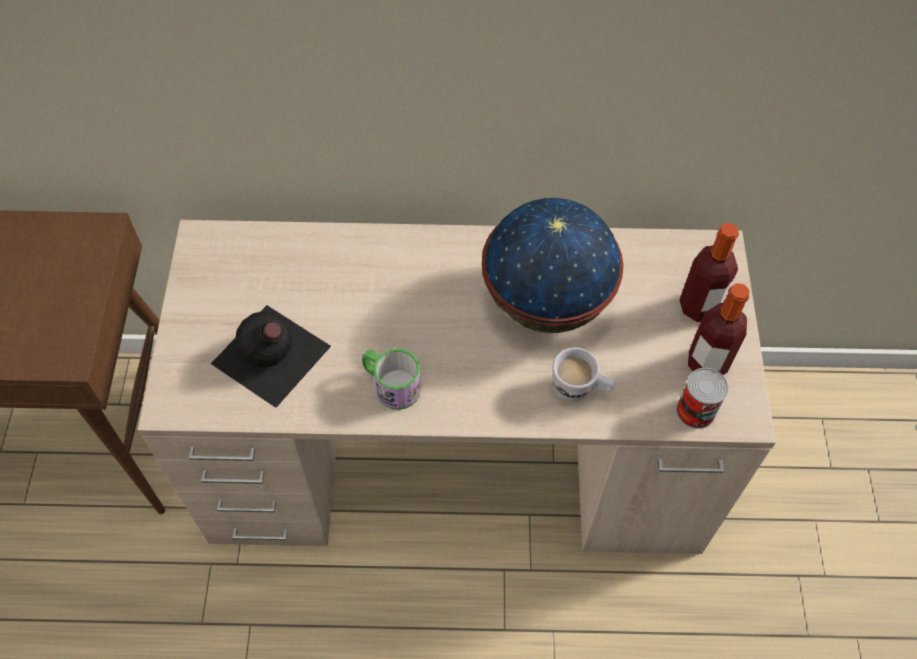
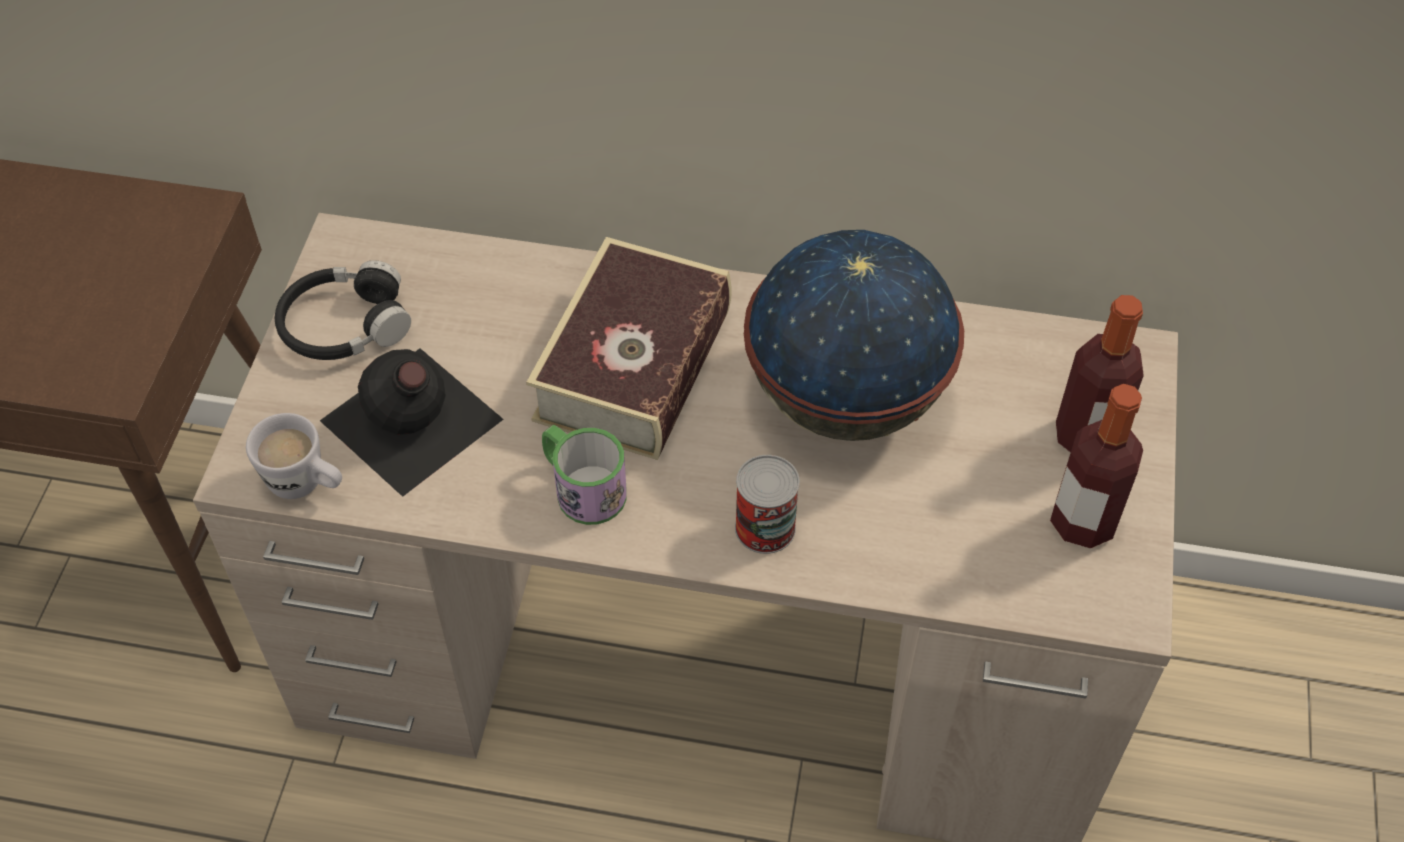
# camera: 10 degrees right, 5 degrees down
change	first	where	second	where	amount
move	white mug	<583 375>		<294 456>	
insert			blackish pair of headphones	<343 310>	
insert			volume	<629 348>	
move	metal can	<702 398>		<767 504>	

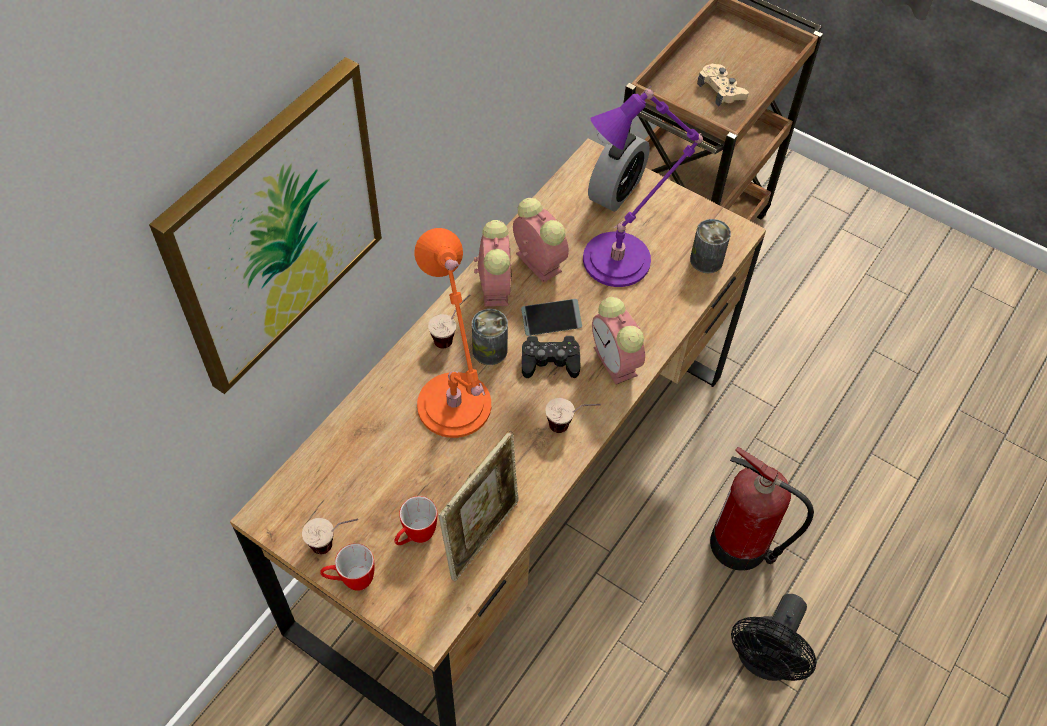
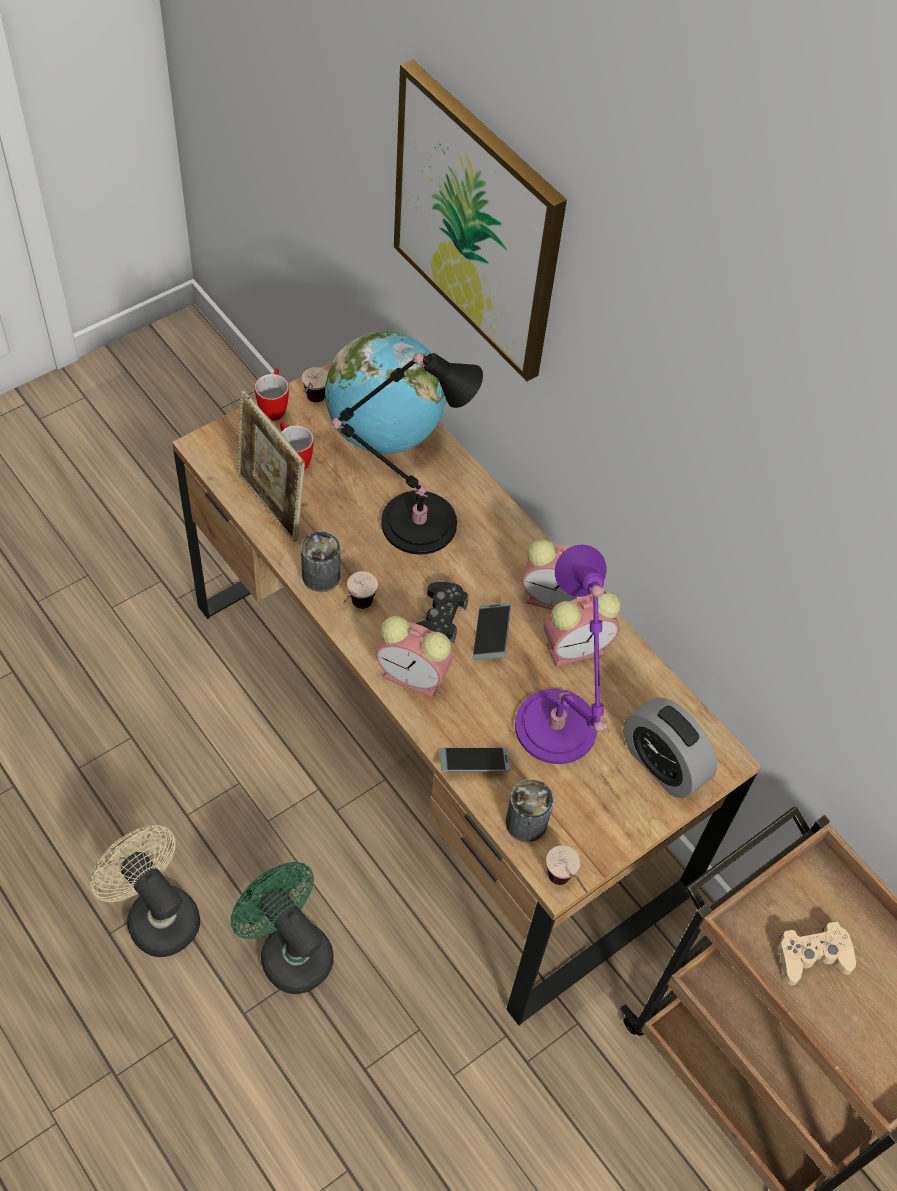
# camera: 105 degrees right, 0 degrees up
change	first	where	second	where	amount
recolor	blackish electric fan	<773 637>	beige electric fan	<145 891>	
replace	fire-fighting cylinder	<762 509>	greenish electric fan	<282 928>	
move	metal can	<490 337>		<320 561>	
insert			world globe	<385 392>	
recolor	orangey lamp for a table	<452 333>	blackish lamp for a table	<406 454>	
rotate	table clock	<618 341>		<414 657>	150 degrees counterclockwise
insert			phone	<475 760>	
move	small cup	<449 321>		<567 869>	

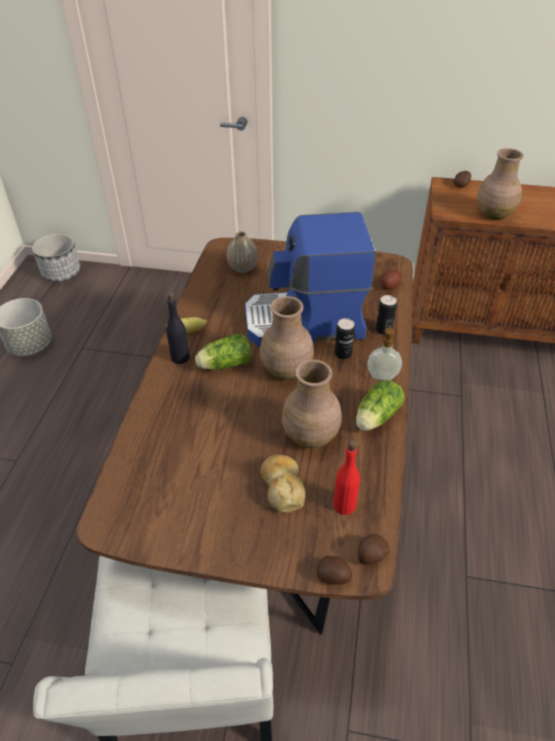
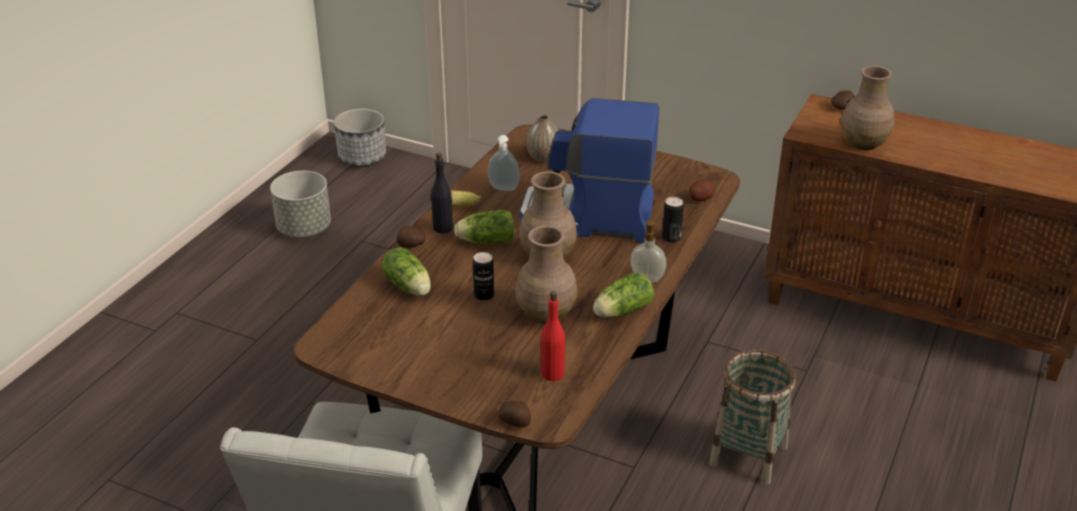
# camera: 15 degrees right, 10 degrees down
change	first	where	second	where	amount
insert			head of lettuce	<406 272>	
move	potato	<374 549>		<411 237>	
move	metal can	<345 338>		<483 276>	
insert			soap bottle	<504 163>	
insert			household basket	<752 417>	
delete	bakery bread	<283 484>			

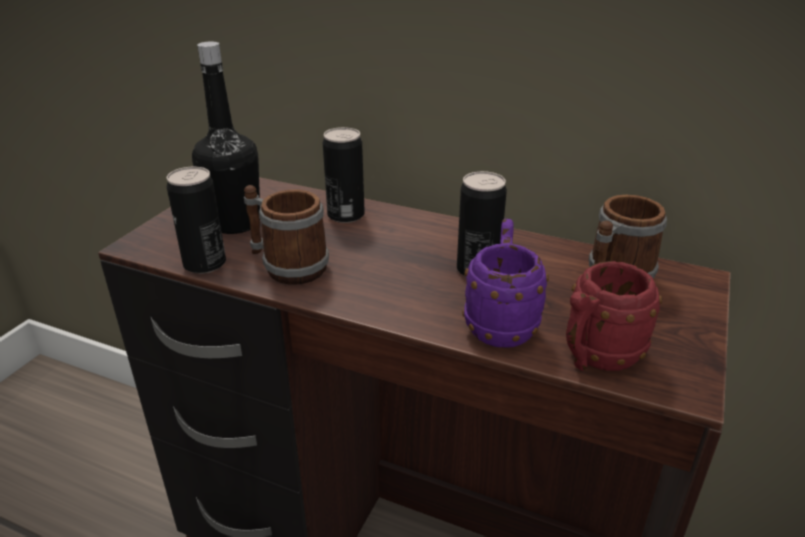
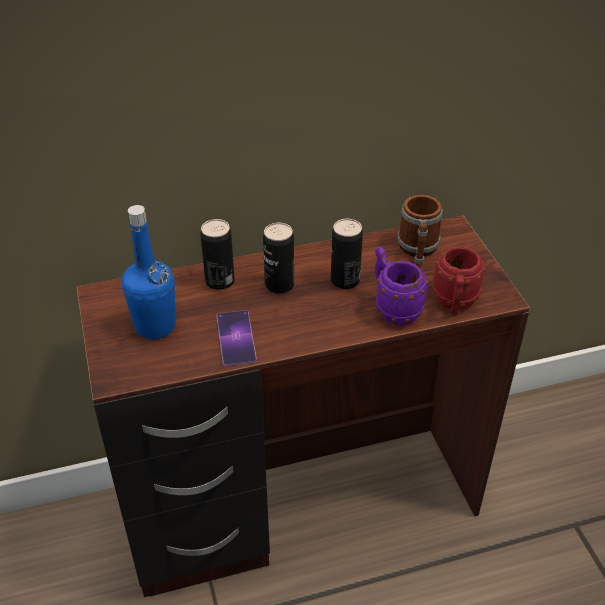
# camera: 40 degrees left, 10 degrees up
change	first	where	second	where	amount
recolor	blackish drink bottle	<226 137>	blue-coloured drink bottle	<149 272>	
replace	mug	<286 235>	phone	<236 338>	
move	metal can	<196 220>		<278 258>	

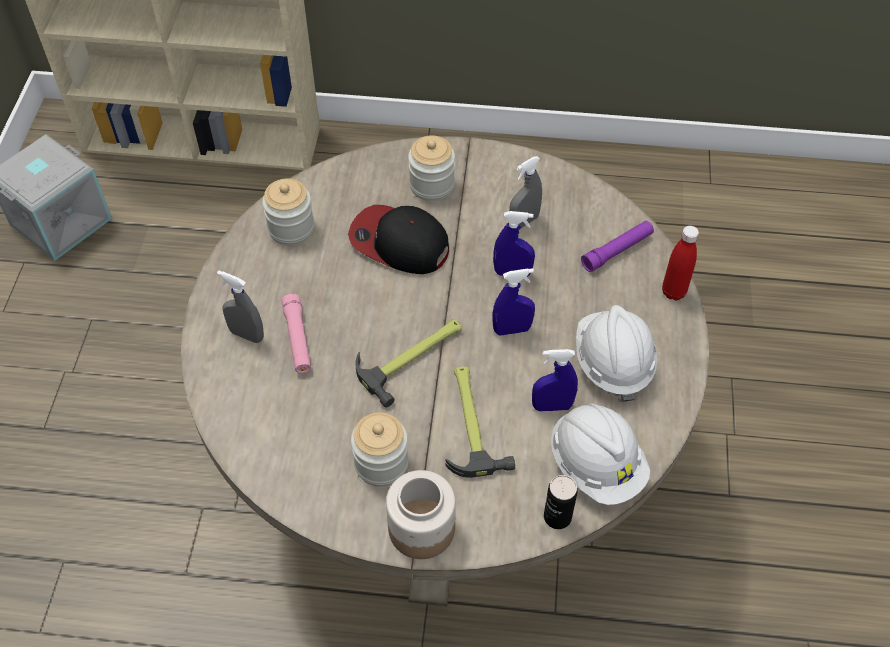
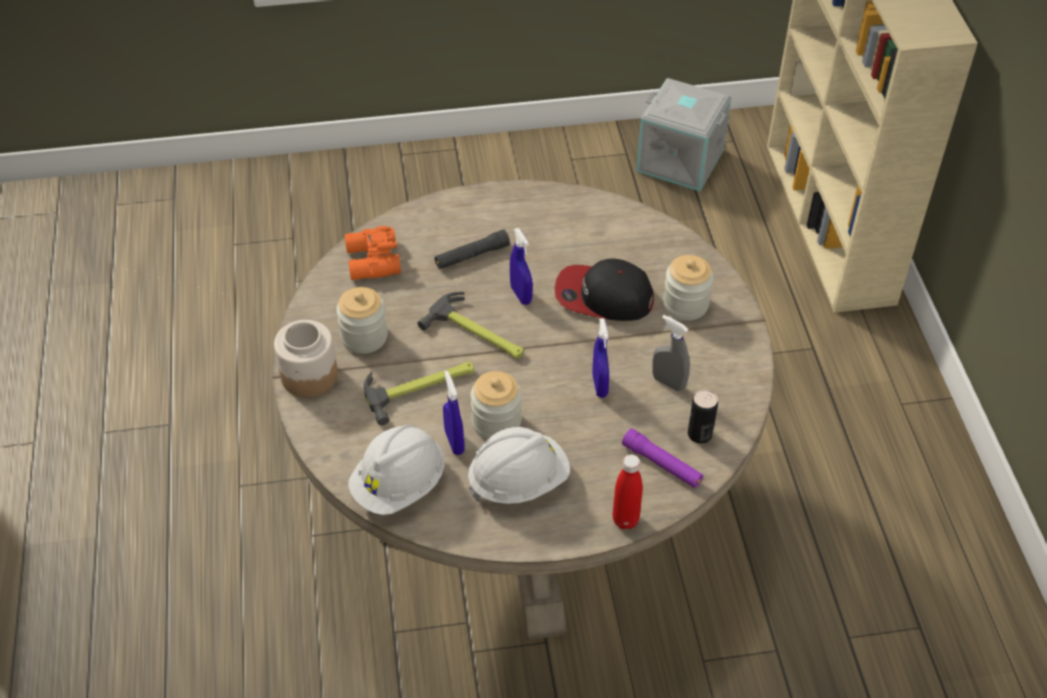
# camera: 75 degrees right, 5 degrees down
change	first	where	second	where	amount
insert			orangey pair of binoculars	<372 253>	
recolor	pinkish torch	<296 333>	blackish torch	<472 249>	
move	jar	<288 211>		<496 405>	
move	blue-coloured sprayer	<513 302>		<521 266>	
rotate	cap	<398 239>		<604 289>	90 degrees counterclockwise
move	metal can	<561 502>		<703 416>	
delete	greyish sprayer	<240 306>			

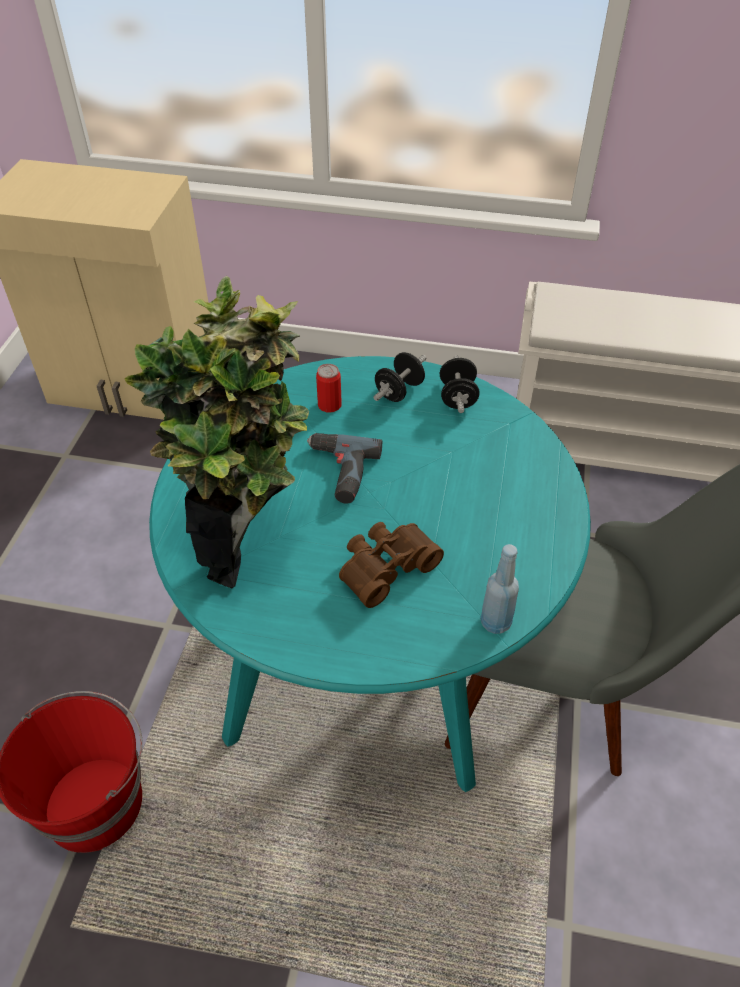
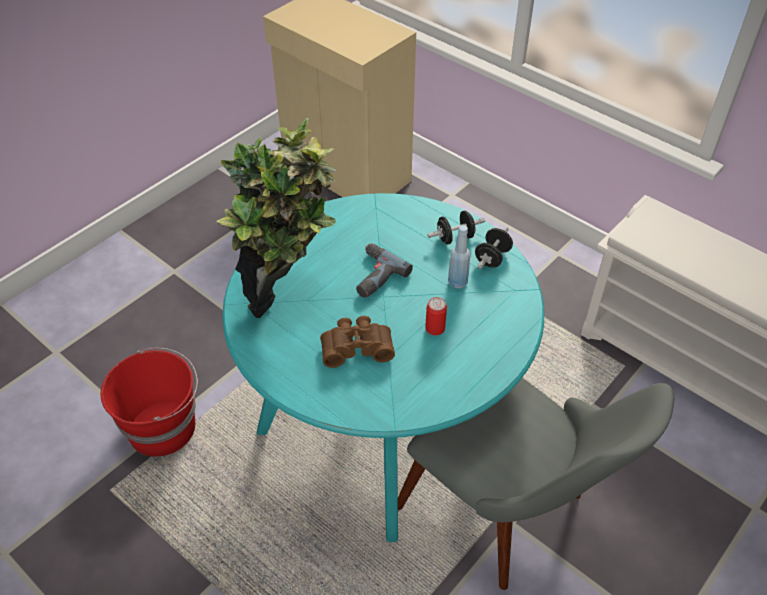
# camera: 30 degrees right, 0 degrees up
change	first	where	second	where	amount
move	metal can	<329 388>		<436 316>	
move	blue-coloured drink bottle	<499 589>		<459 257>	

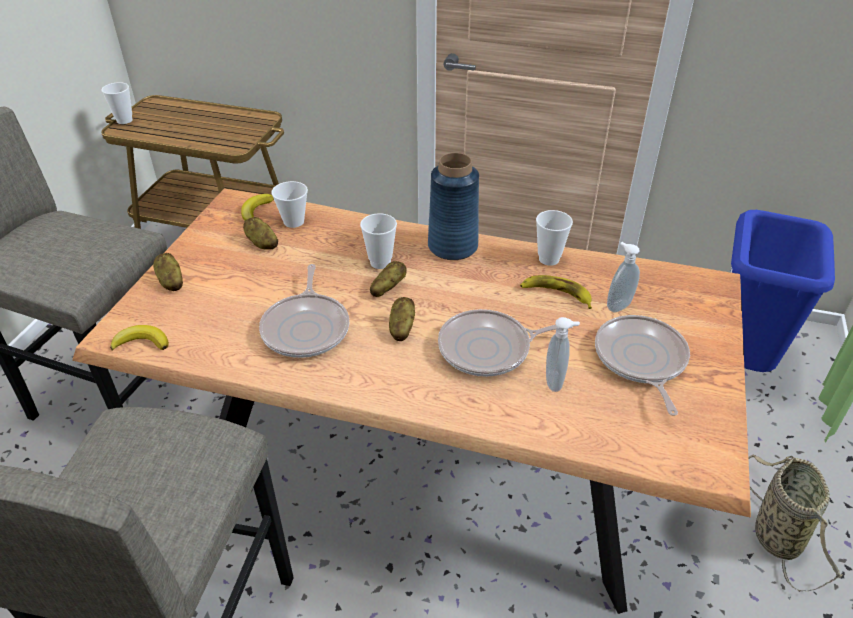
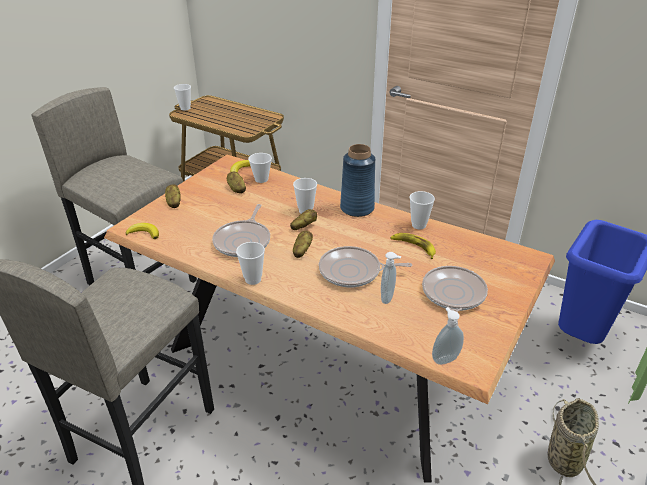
# camera: 15 degrees right, 5 degrees down
change	first	where	second	where	amount
insert			small cup	<250 263>	
move	soap bottle	<623 277>		<448 336>	

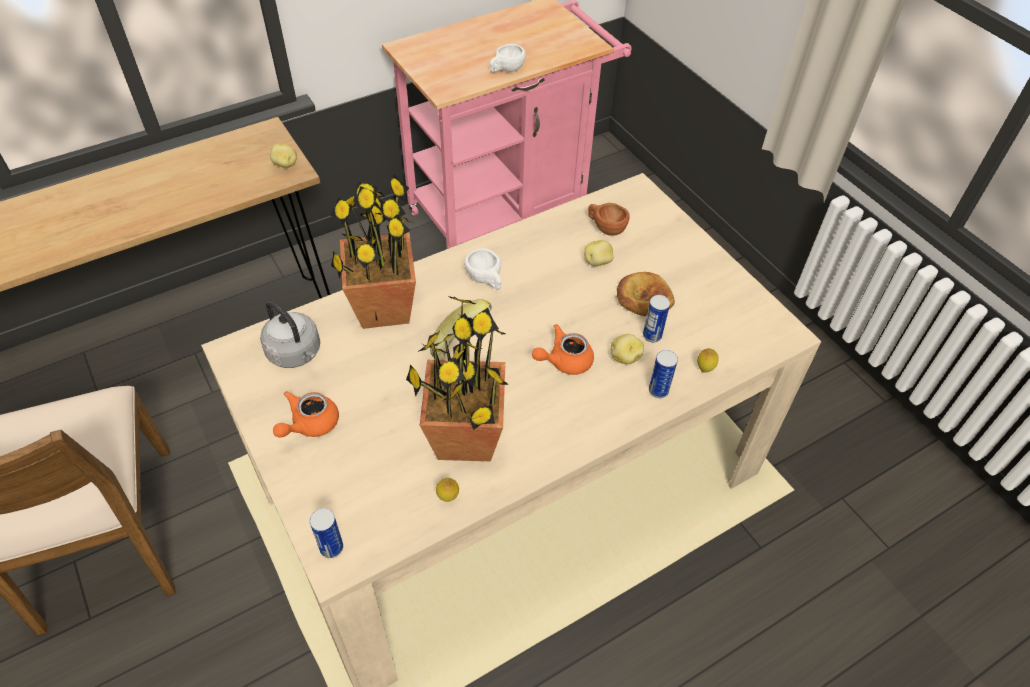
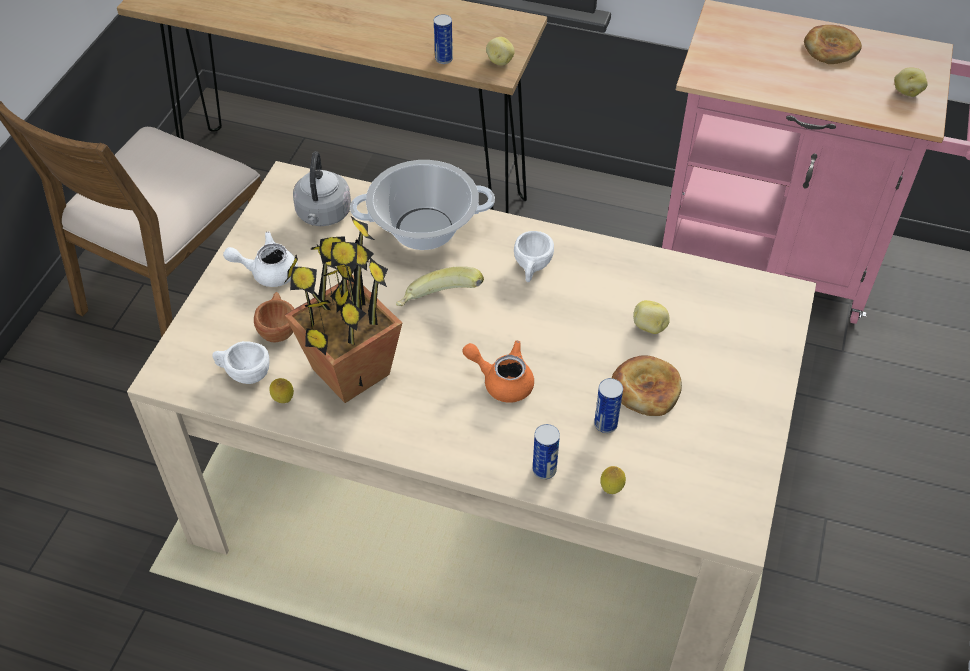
# camera: 50 degrees right, 0 degrees up
change	first	where	second	where	amount
move	white small cup	<508 58>		<240 362>	
recolor	orangey tea pot	<306 414>	white tea pot	<260 259>	
move	brown-coloured small cup	<609 219>		<274 317>	
replace	plant in a pot	<373 251>	cooking pot	<422 205>	
move	metal can	<326 533>		<443 39>	
insert			bakery bread	<833 44>	
move	potato	<627 349>		<911 82>	

